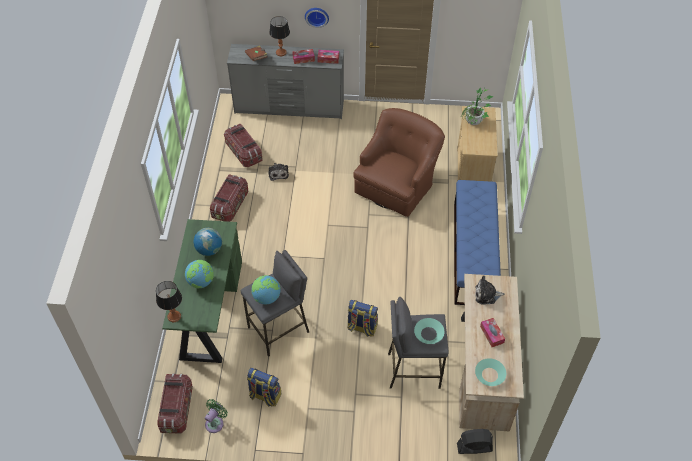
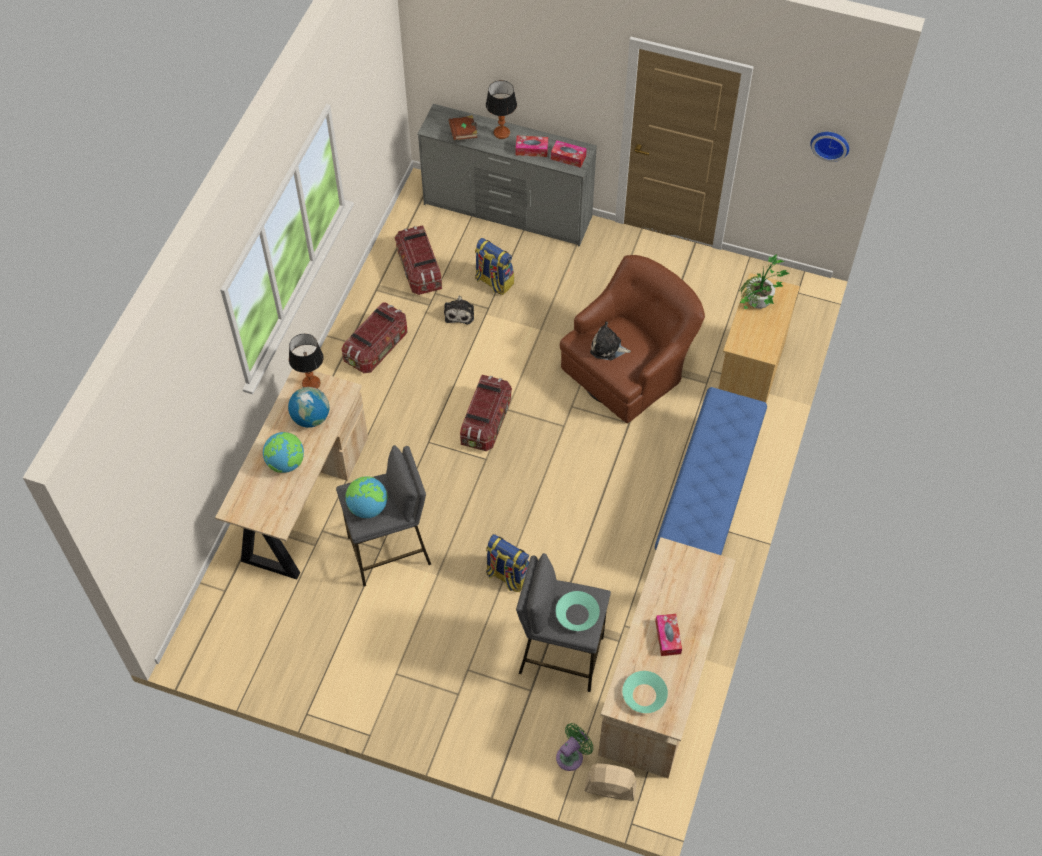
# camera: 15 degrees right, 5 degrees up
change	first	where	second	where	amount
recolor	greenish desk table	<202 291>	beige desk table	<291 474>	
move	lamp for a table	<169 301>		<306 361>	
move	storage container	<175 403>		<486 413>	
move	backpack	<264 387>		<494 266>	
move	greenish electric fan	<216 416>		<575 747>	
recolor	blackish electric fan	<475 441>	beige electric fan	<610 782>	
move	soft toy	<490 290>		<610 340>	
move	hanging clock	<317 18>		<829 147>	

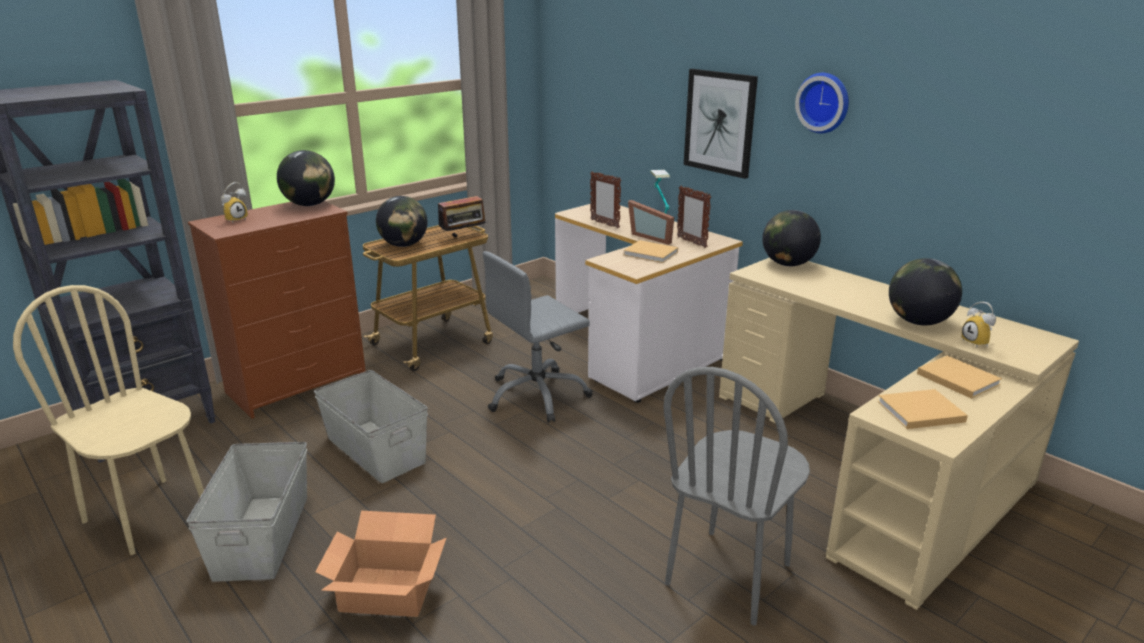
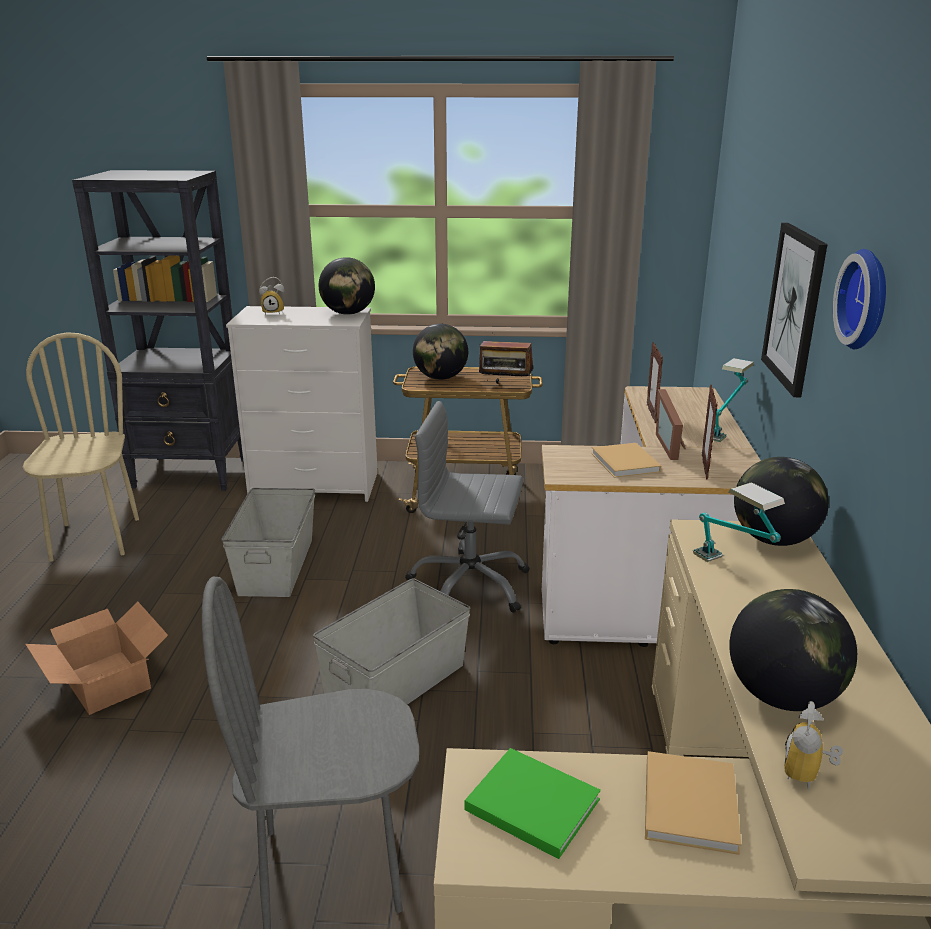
# camera: 45 degrees right, 0 degrees up
change	first	where	second	where	amount
recolor	brown-coloured dresser	<277 310>	white dresser	<302 404>	
move	greyish storage container	<246 512>		<391 641>	
recolor	beige volume	<922 409>	greenish volume	<533 803>	
insert			lamp for a table	<739 522>	

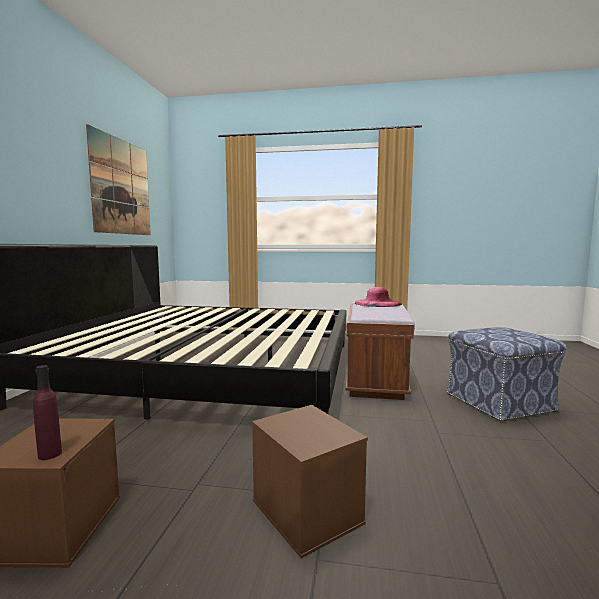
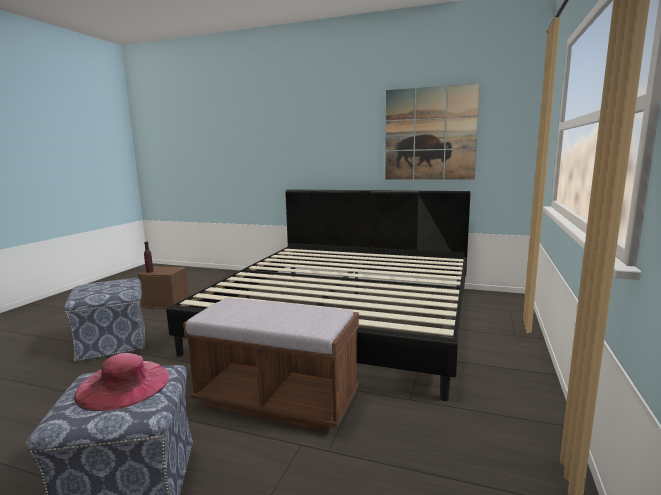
# camera: 100 degrees right, 5 degrees up
change	first	where	second	where	amount
replace	brown-coloured storage container	<310 481>	ottoman	<104 320>	
move	pinkish hat	<378 297>		<122 382>	

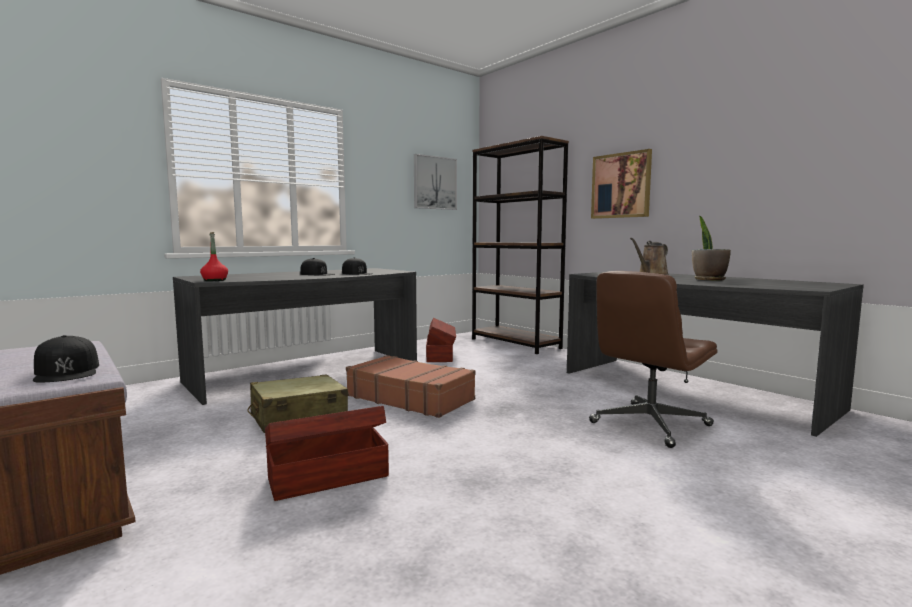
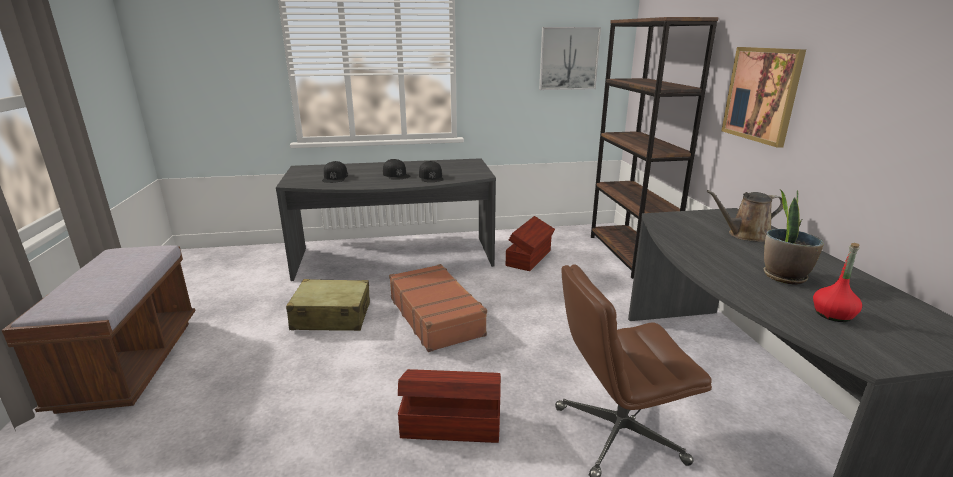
# camera: 30 degrees right, 15 degrees up
change	first	where	second	where	amount
move	blackish cap	<66 358>		<335 172>	
move	brown-coloured storage container	<327 453>		<449 406>	
move	red drink bottle	<214 256>		<837 282>	

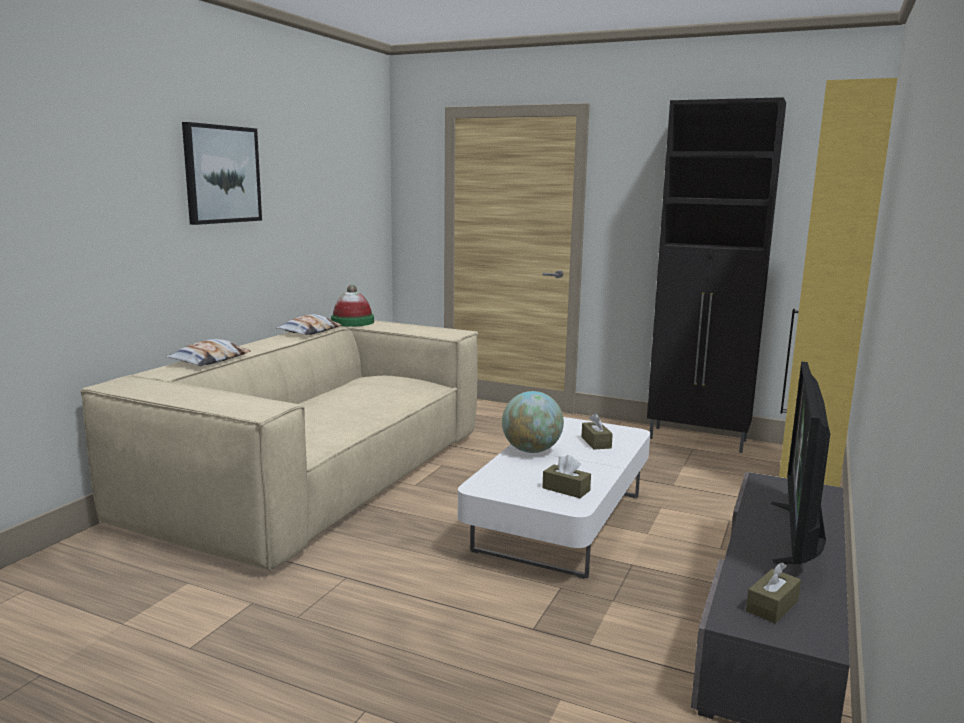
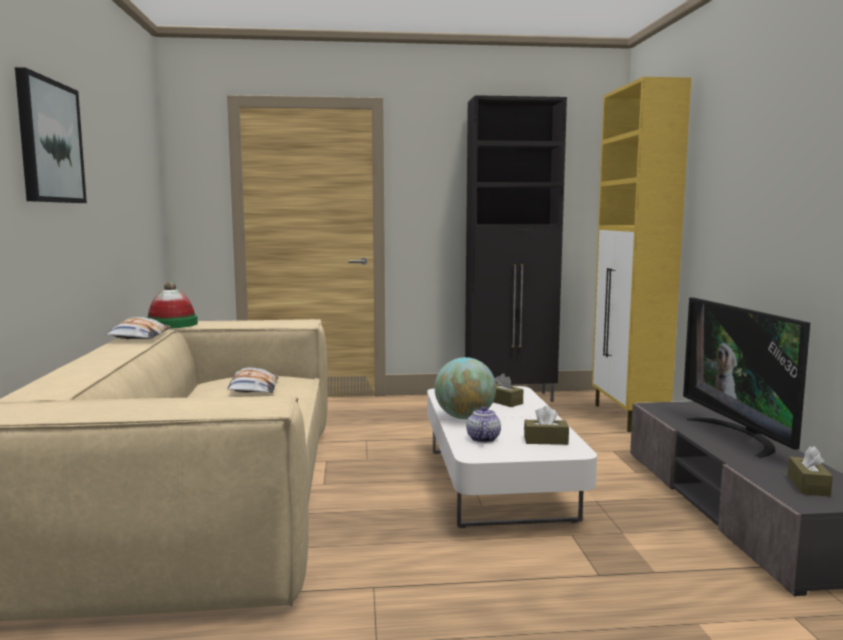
# camera: 30 degrees left, 5 degrees down
change	first	where	second	where	amount
move	pillow	<208 352>		<252 380>	
insert			tea pot	<483 424>	

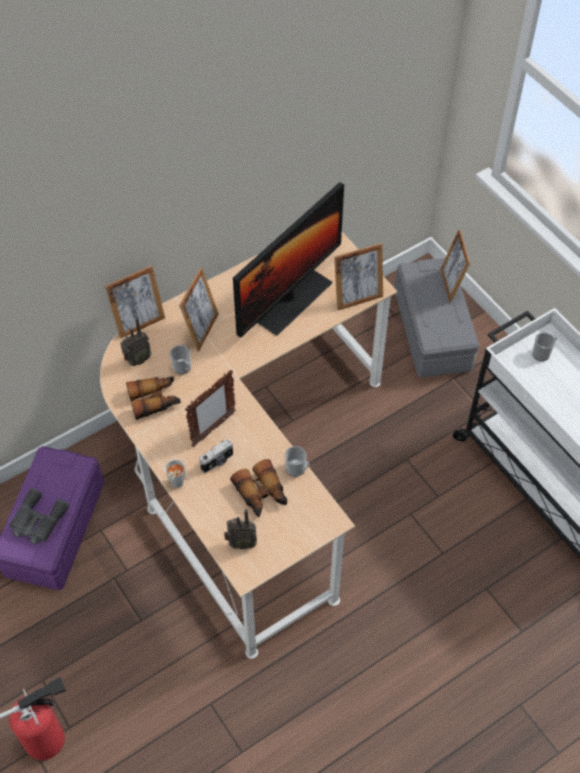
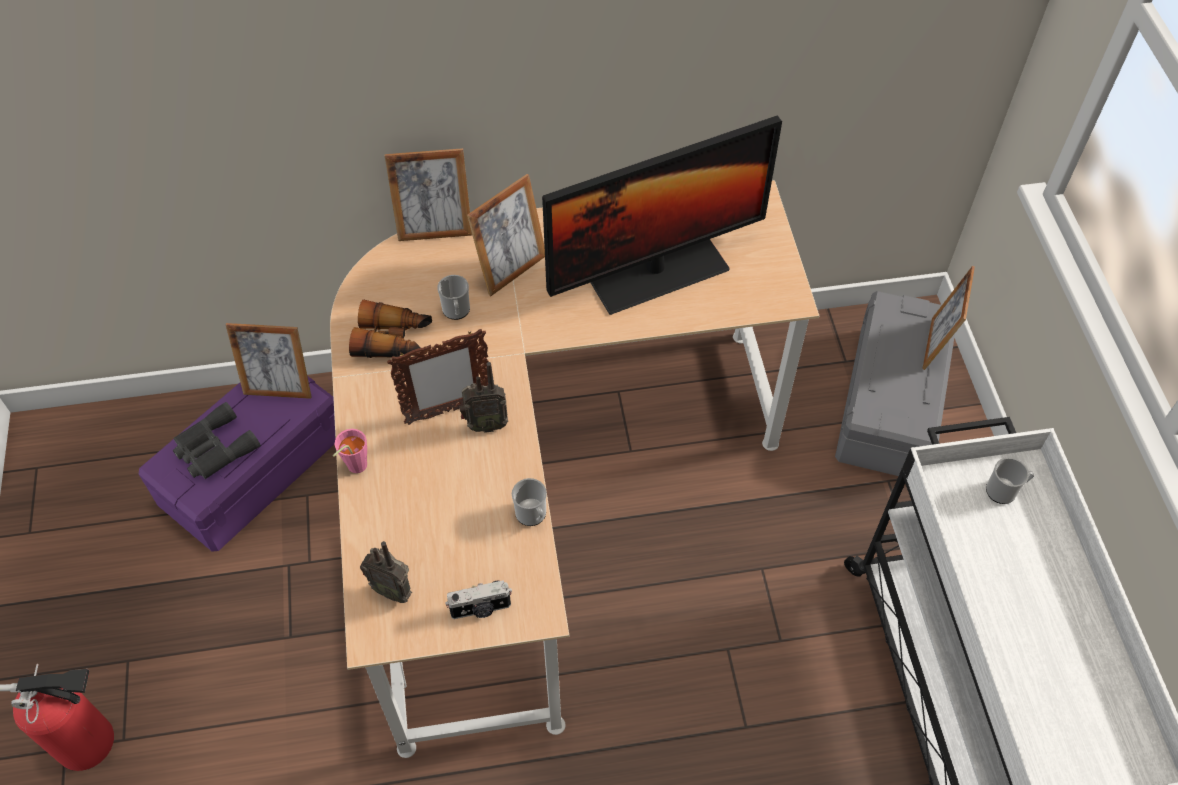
# camera: 25 degrees right, 0 degrees up
change	first	where	second	where	amount
move	picture frame	<358 276>		<269 361>	
recolor	greyish small cup	<175 473>	pinkish small cup	<350 451>	
move	still camera	<216 456>		<478 599>	
move	radio receiver	<135 341>		<484 397>	
delete	pair of binoculars	<258 488>			

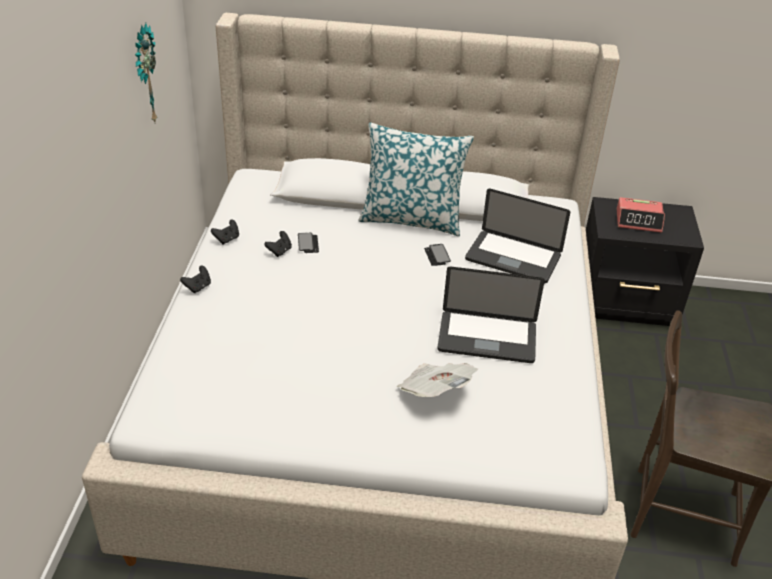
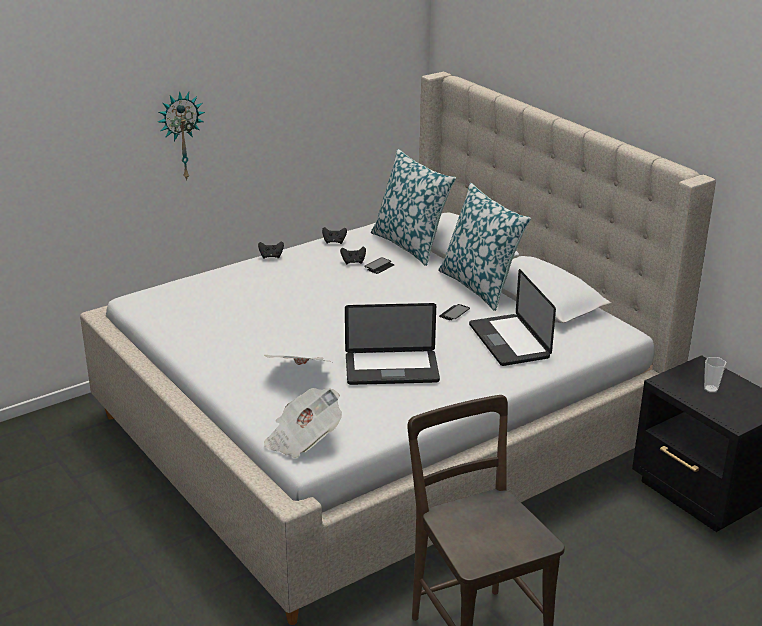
# camera: 50 degrees right, 10 degrees down
change	first	where	second	where	amount
move	hanging clock	<146 72>		<181 136>	
insert			printed paper	<303 423>	
rotate	portable computer	<491 315>		<392 344>	60 degrees counterclockwise
insert			pillow	<413 207>	
replace	table clock	<641 215>	small cup	<715 375>	

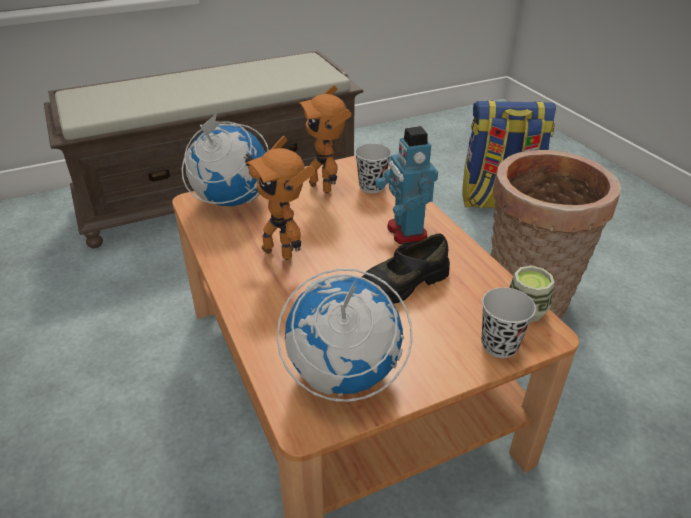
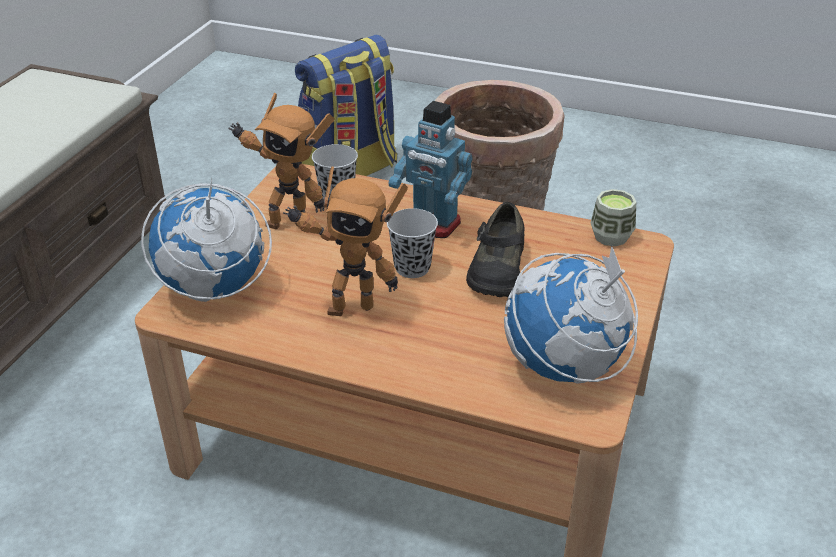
# camera: 45 degrees left, 0 degrees up
change	first	where	second	where	amount
move	blackish small cup	<509 322>		<412 243>	

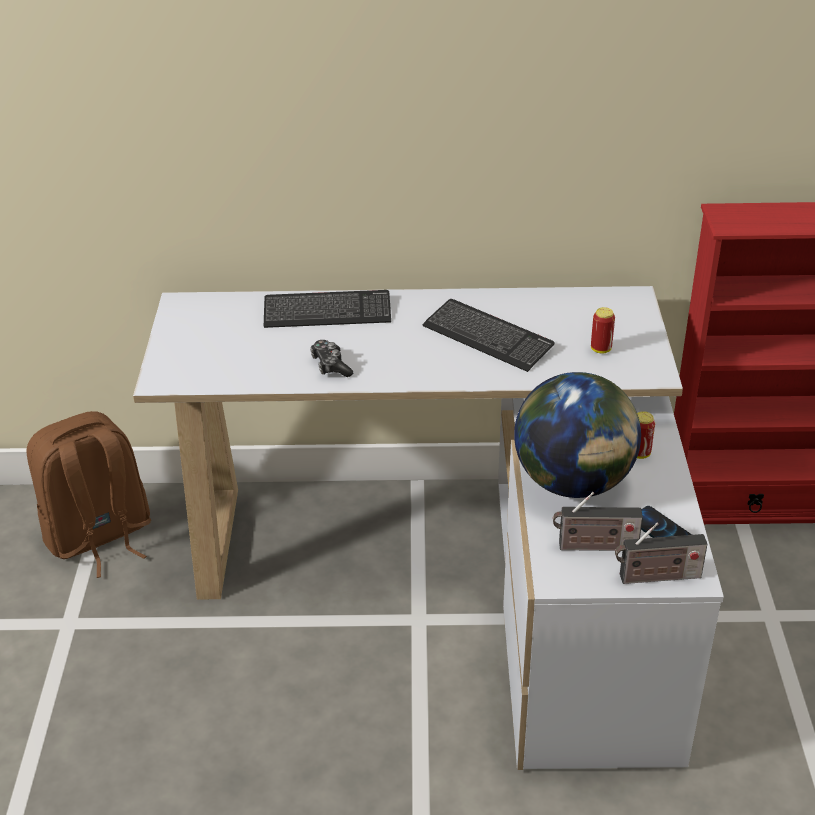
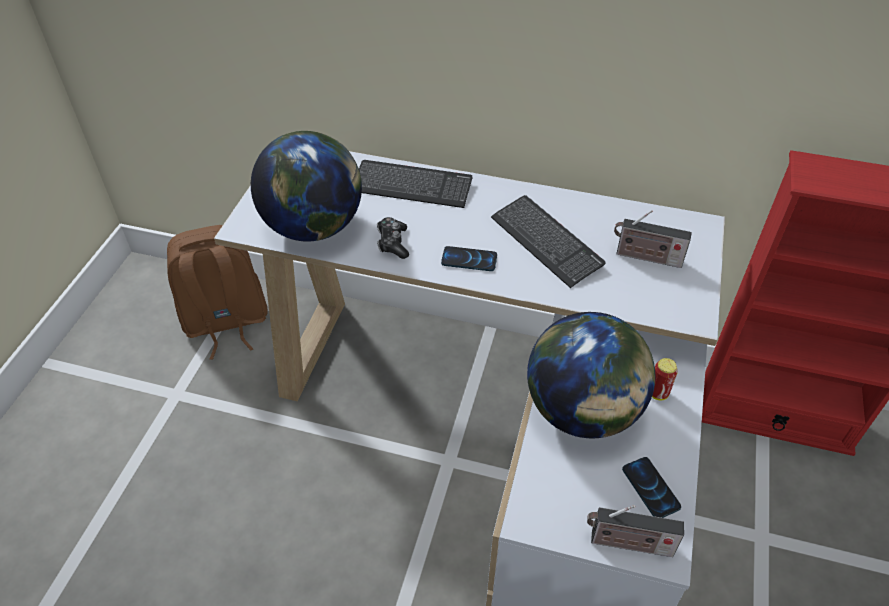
# camera: 15 degrees right, 10 degrees up
change	first	where	second	where	amount
insert			world globe	<306 186>	
insert			phone	<469 258>	
move	radio receiver	<598 521>		<653 239>	
delete	metal can	<603 330>			

